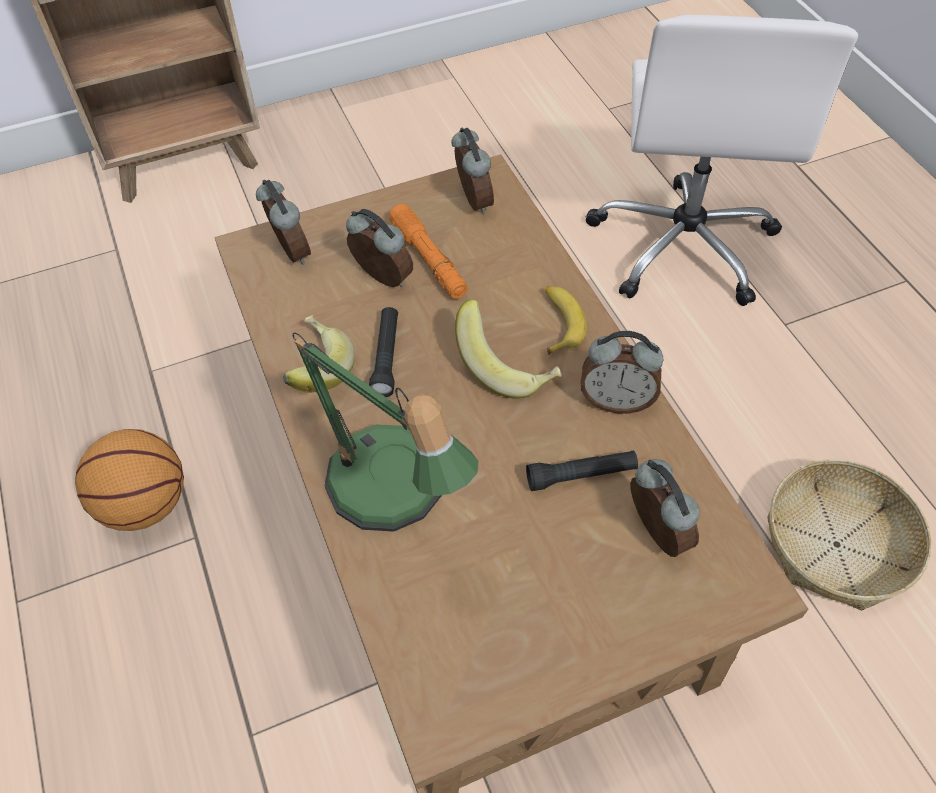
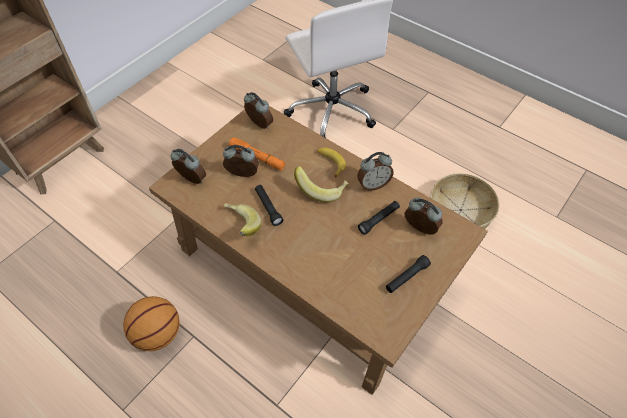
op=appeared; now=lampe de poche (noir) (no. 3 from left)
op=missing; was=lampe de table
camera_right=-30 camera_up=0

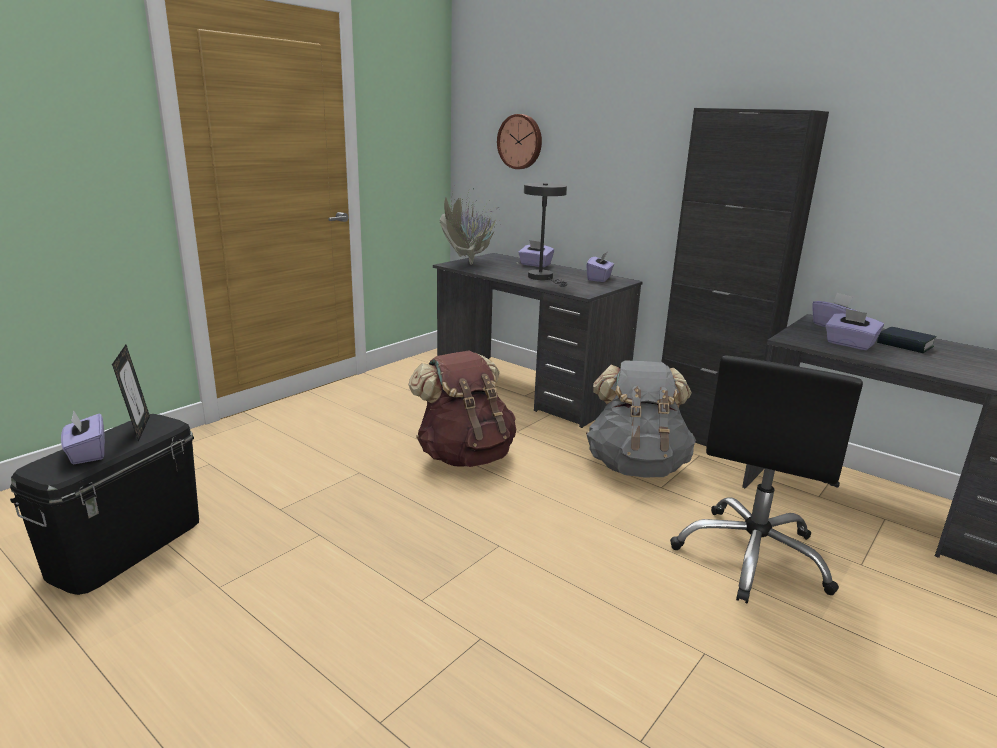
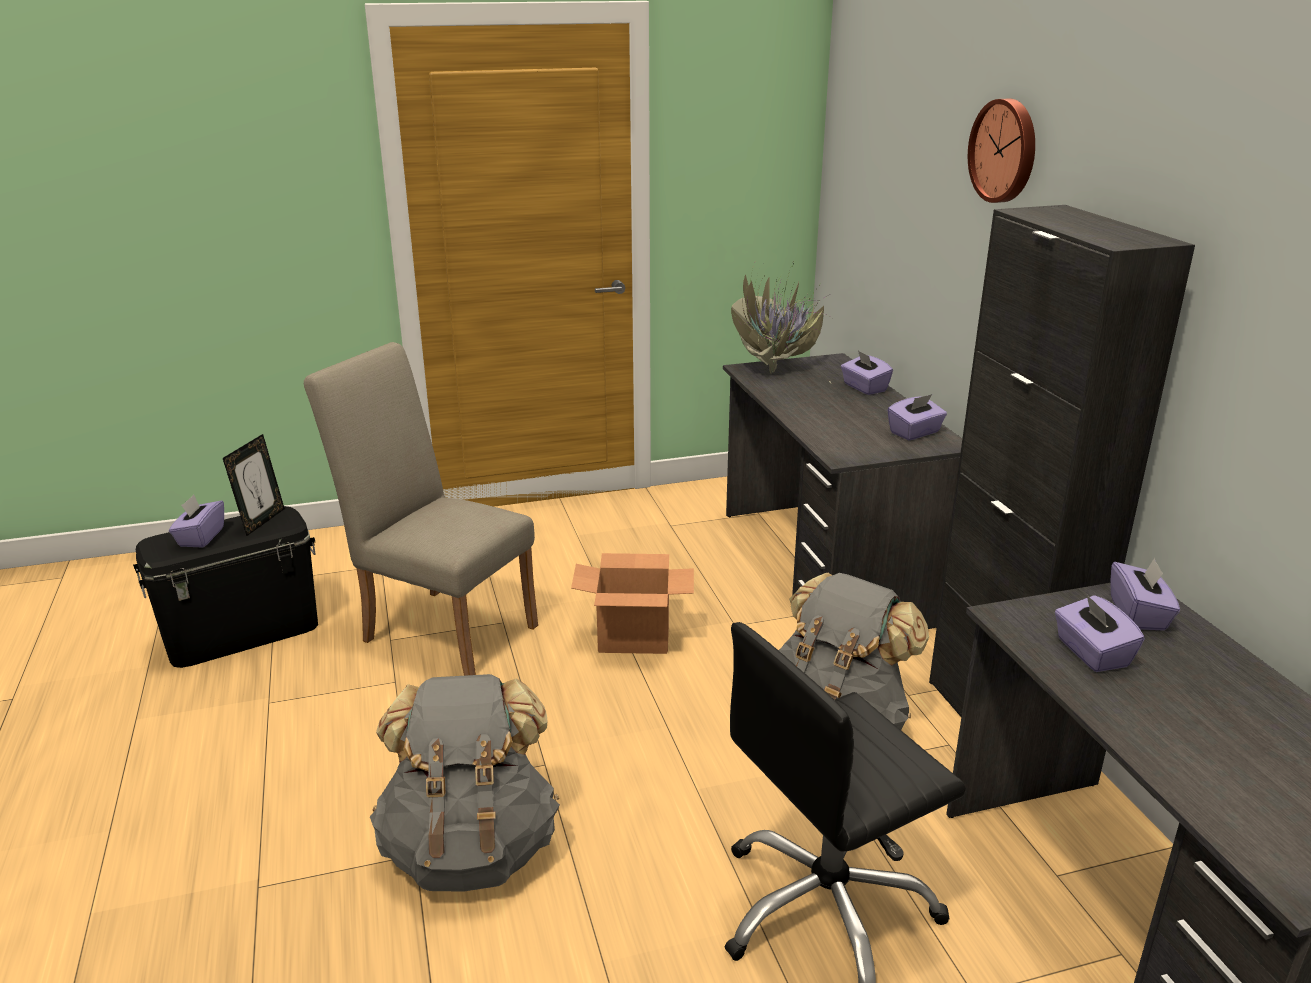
op=appeared; now=chaise (beige)
op=appeared; now=sac à dos (gris) (no. 1 from left)
op=exchanged; was=sac à dos (marron); now=carton
op=relocated; was=horloge murale
op=missing; was=lampe de table (gris)
op=missing; was=livre
camera_right=35 camera_up=5

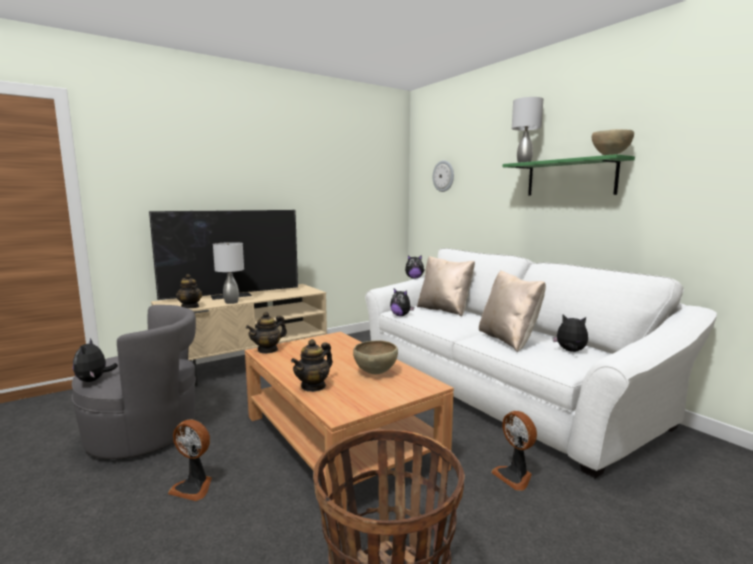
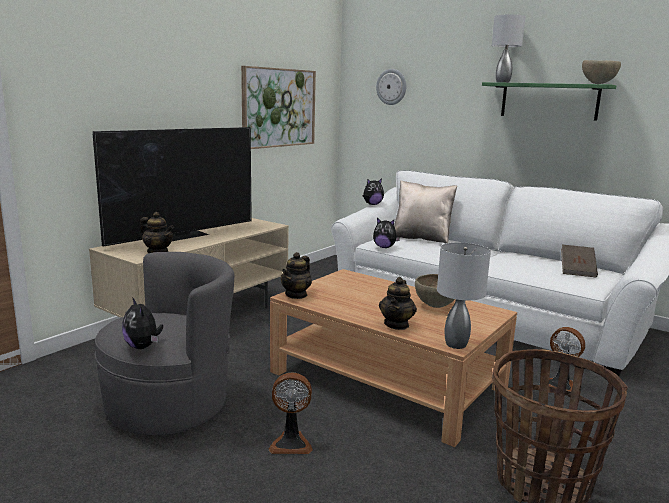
op=appeared; now=tableau
op=relocated; was=lampe de table (gris) (no. 1 from left)
op=exchanged; was=peluche (no. 4 from left); now=livre (marron)
op=missing; was=coussin (beige) (no. 2 from left)
camera_right=-20 camera_up=5

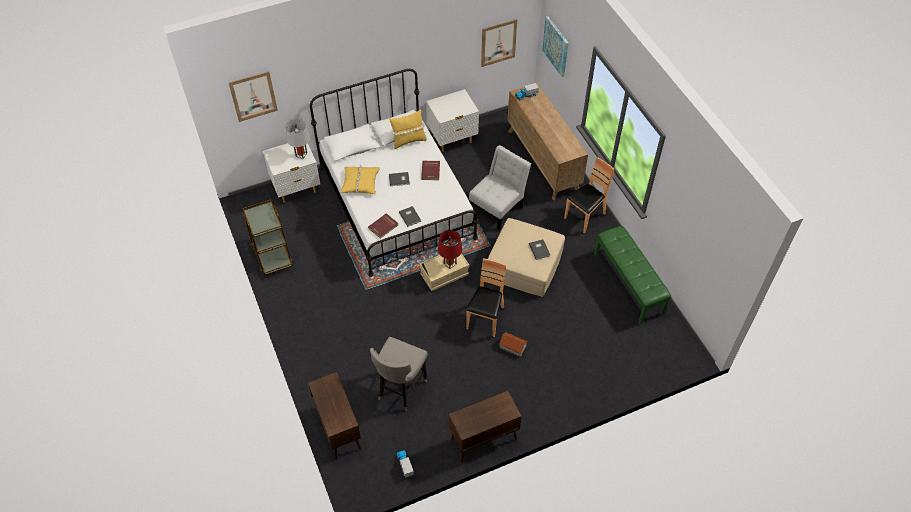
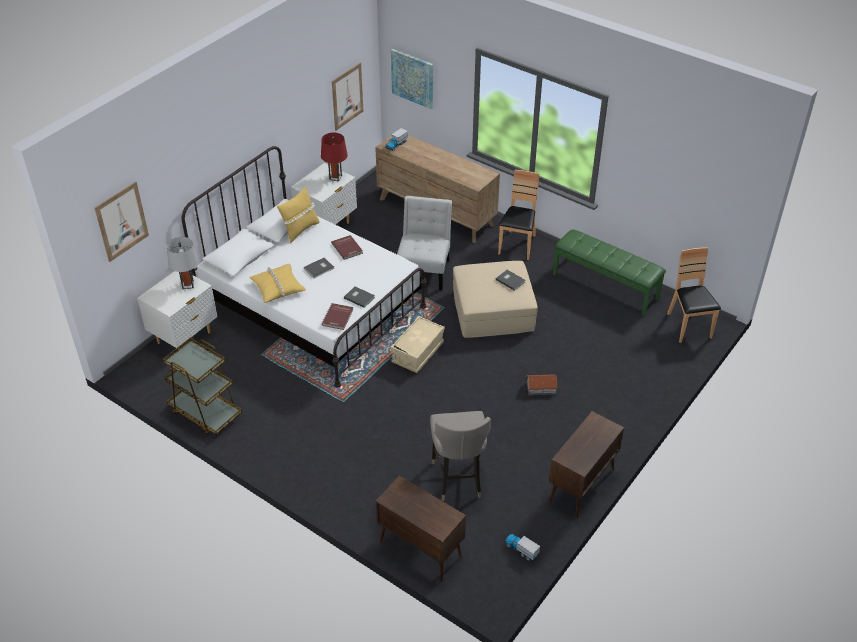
op=relocated; was=lampe de table (rouge)
op=relocated; was=chaise (marron) (no. 1 from left in the first image); now=chaise (marron) (no. 2 from left)
camera_right=-30 camera_up=-10

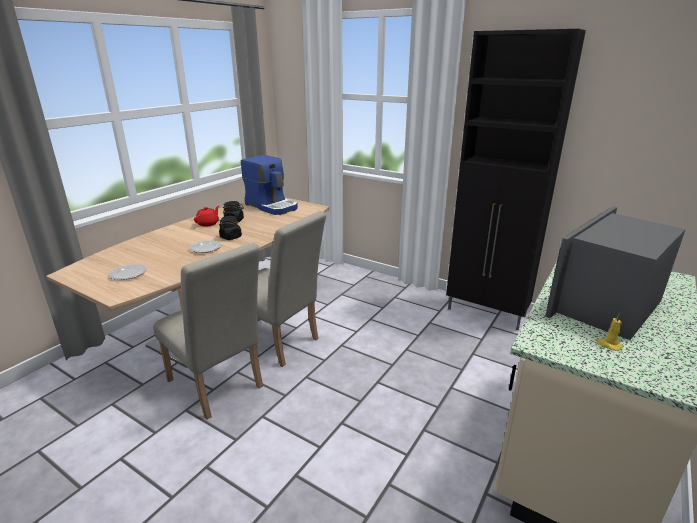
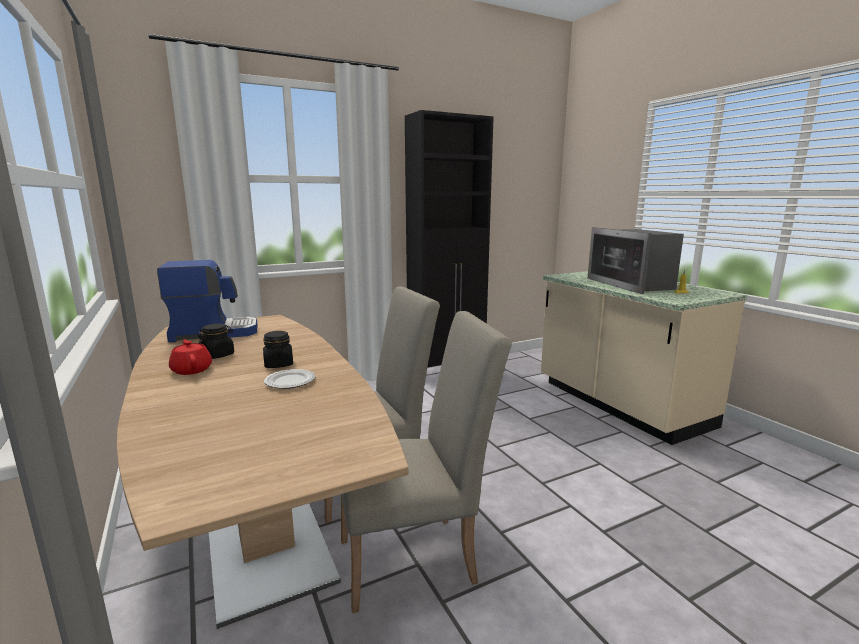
op=missing; was=assiette (no. 1 from left)
camera_right=-60 camera_up=-10

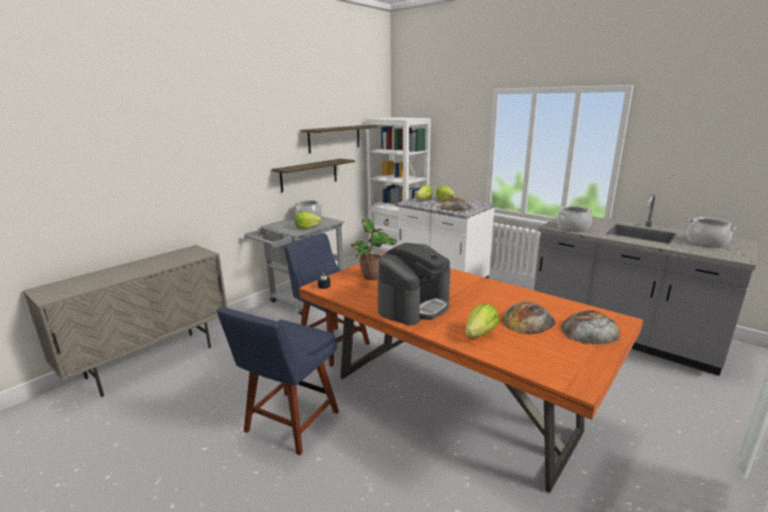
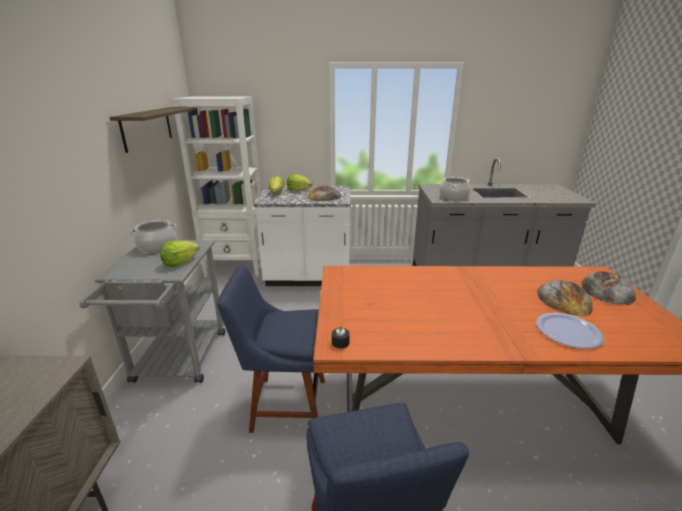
op=exchanged; was=laitue (no. 4 from left); now=assiette
op=missing; was=étagère (no. 1 from left)
op=missing; was=plante en pot
op=missing; was=machine à café
op=missing; was=marmite (no. 3 from left)
camera_right=-40 camera_up=5

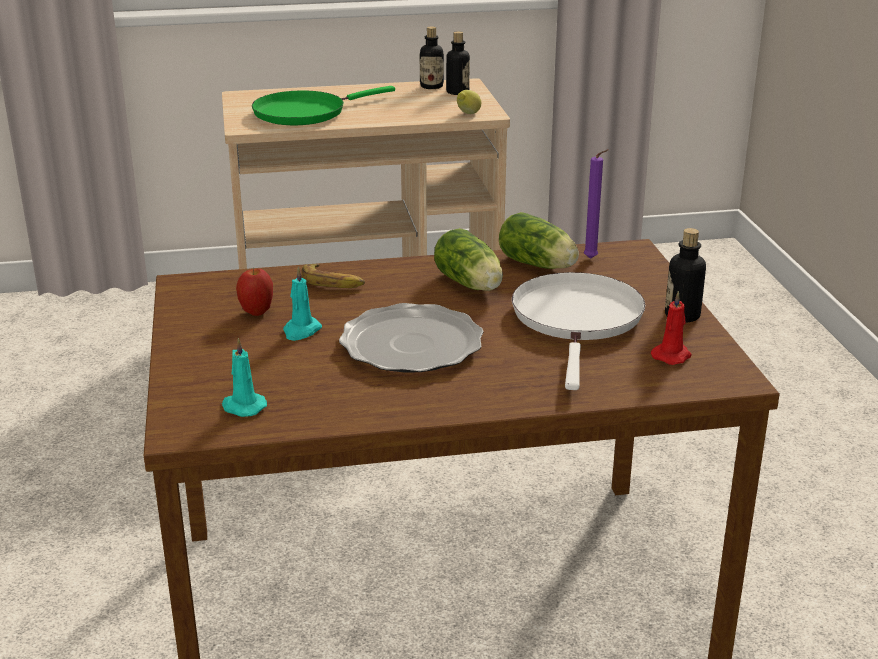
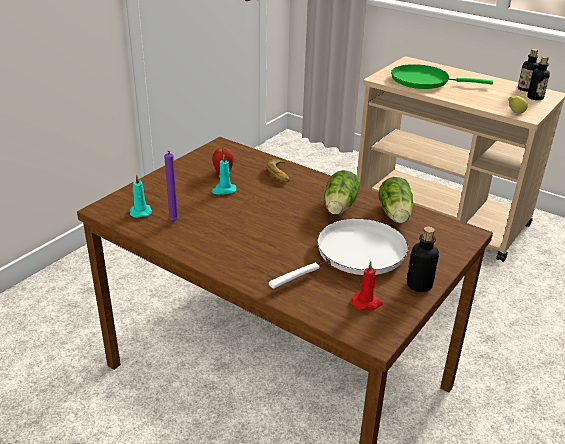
op=relocated; was=bougie (violet)
op=missing; was=assiette
camera_right=45 camera_up=5

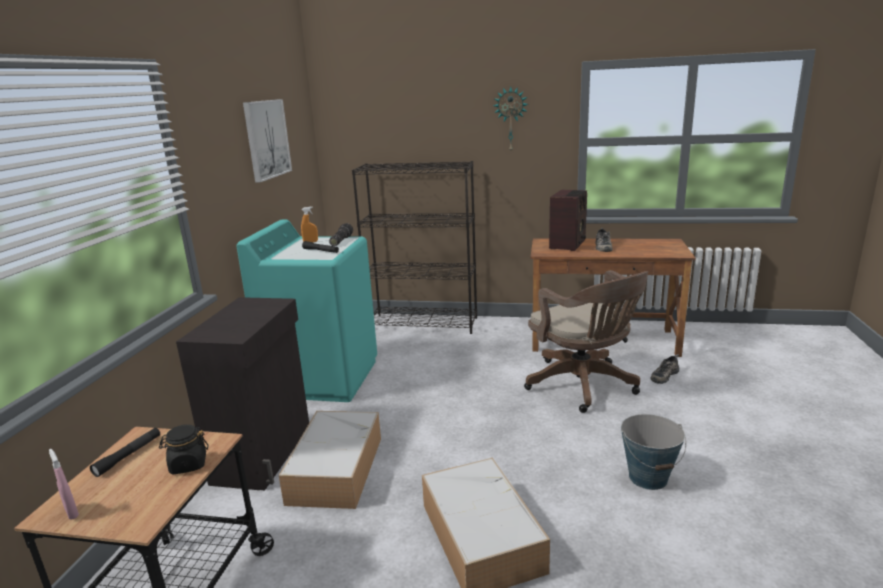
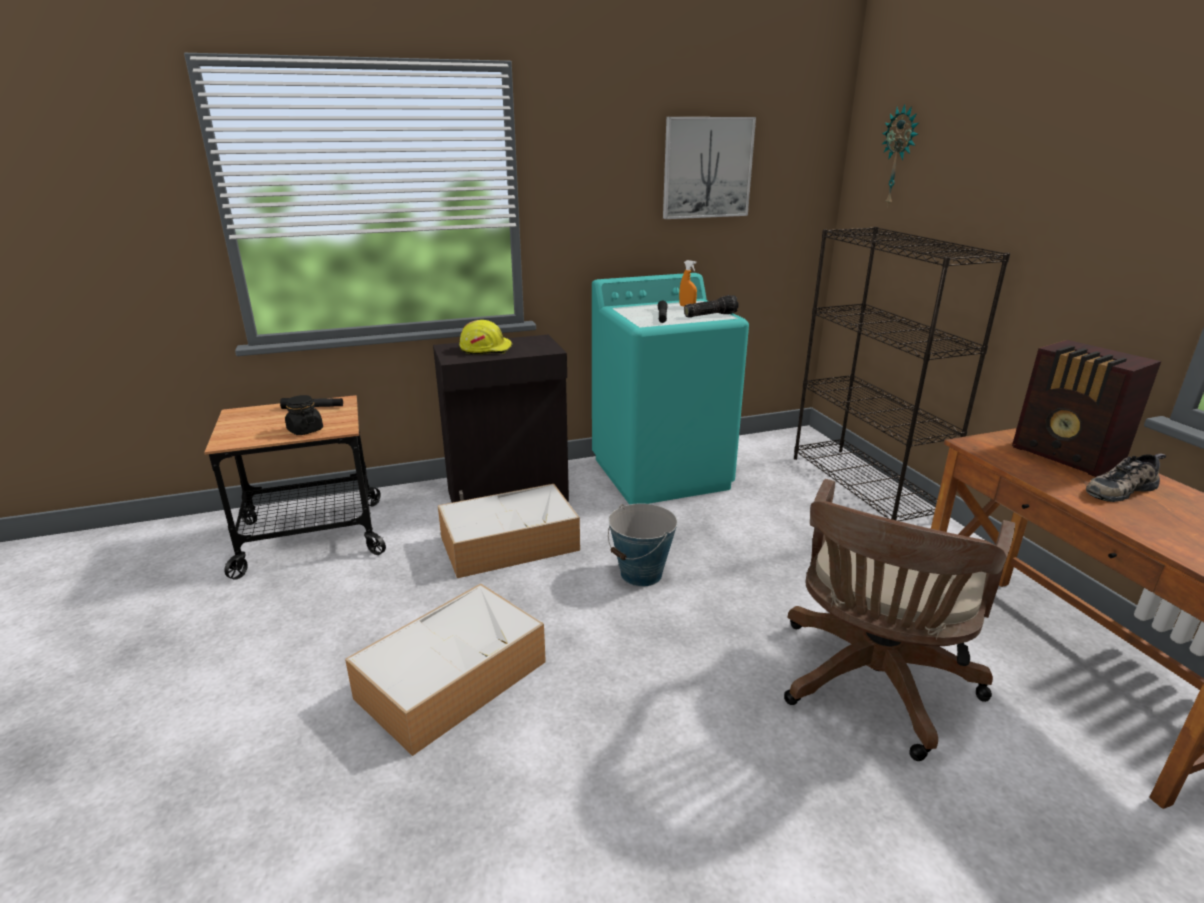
op=appeared; now=casque de chantier (jaune)
op=relocated; was=seau
op=relocated; was=horloge murale
op=spun; was=radio; clockwise=60
op=missing; was=vaporisateur (rose)
op=missing; was=chaussure (no. 2 from left)
camera_right=60 camera_up=5

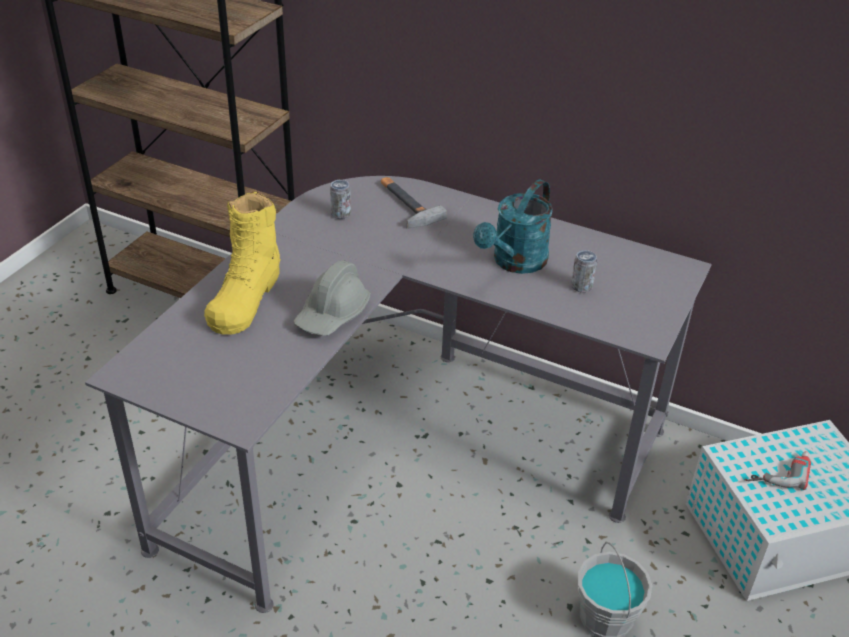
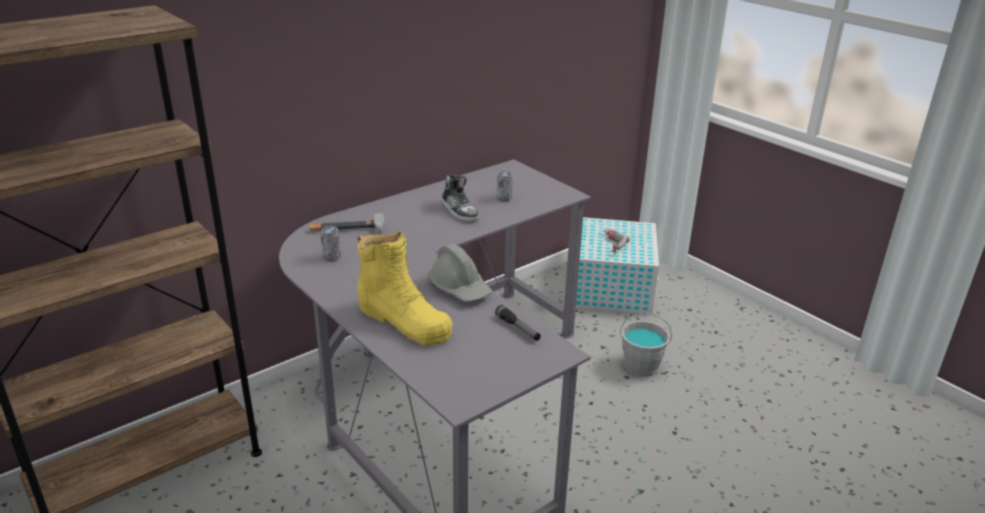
op=exchanged; was=arrosoir (turquoise); now=chaussure
op=appeared; now=lampe de poche
camera_right=-65 camera_up=-10

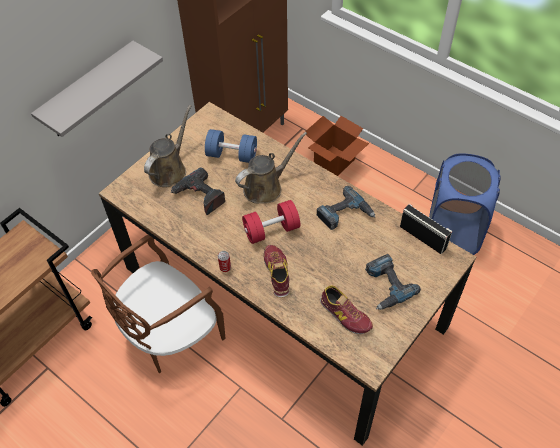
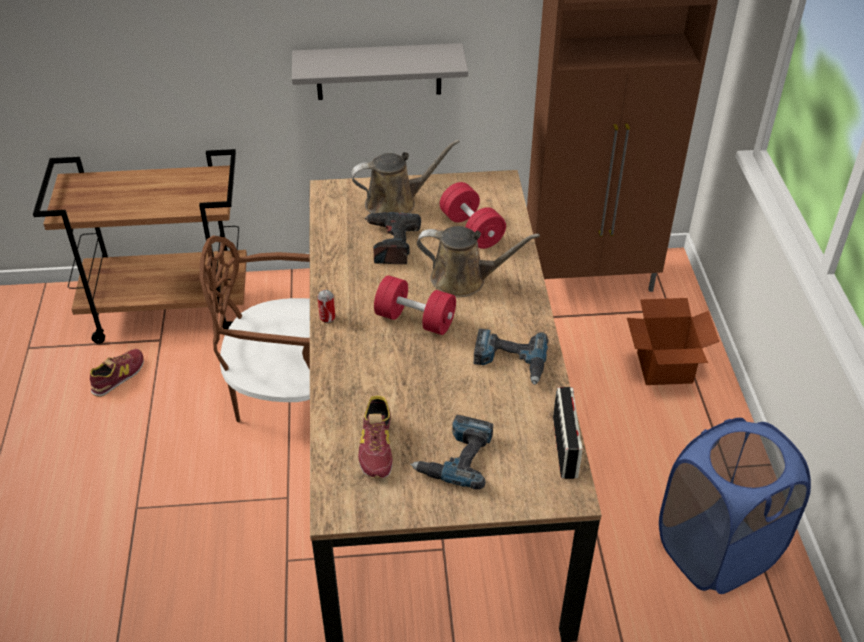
op=relocated; was=chaussure (no. 1 from left)
op=colour; was=haltère (bleu); now=haltère (rouge) (no. 2 from left)
camera_right=45 camera_up=-10

